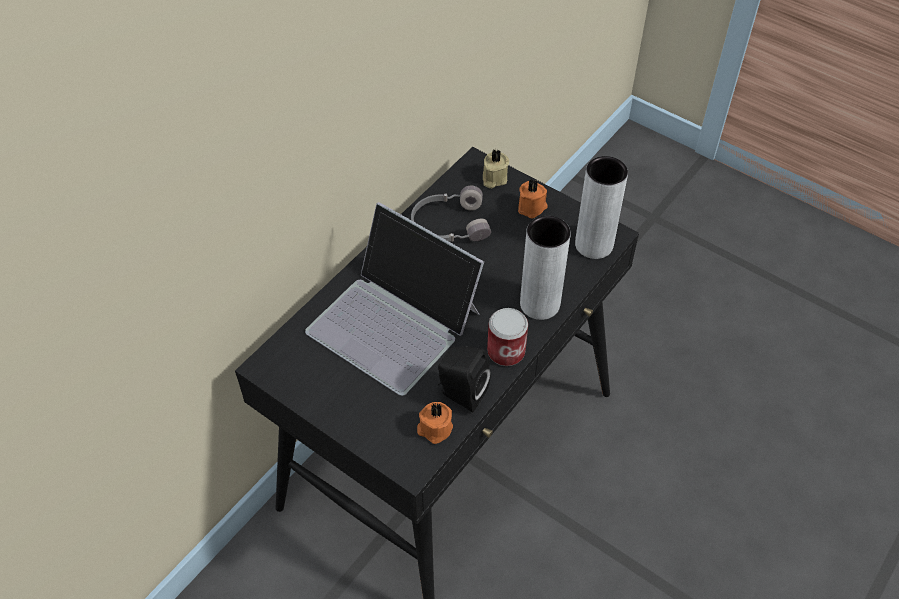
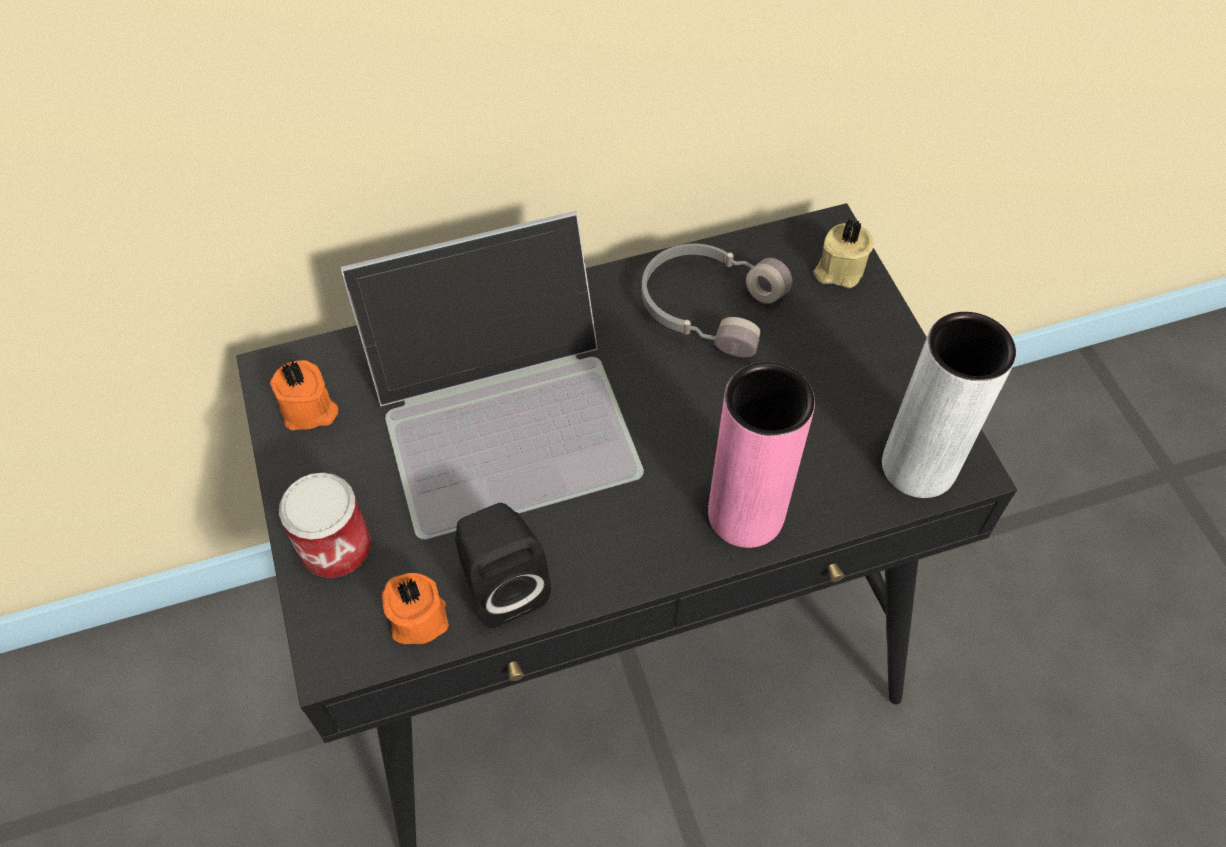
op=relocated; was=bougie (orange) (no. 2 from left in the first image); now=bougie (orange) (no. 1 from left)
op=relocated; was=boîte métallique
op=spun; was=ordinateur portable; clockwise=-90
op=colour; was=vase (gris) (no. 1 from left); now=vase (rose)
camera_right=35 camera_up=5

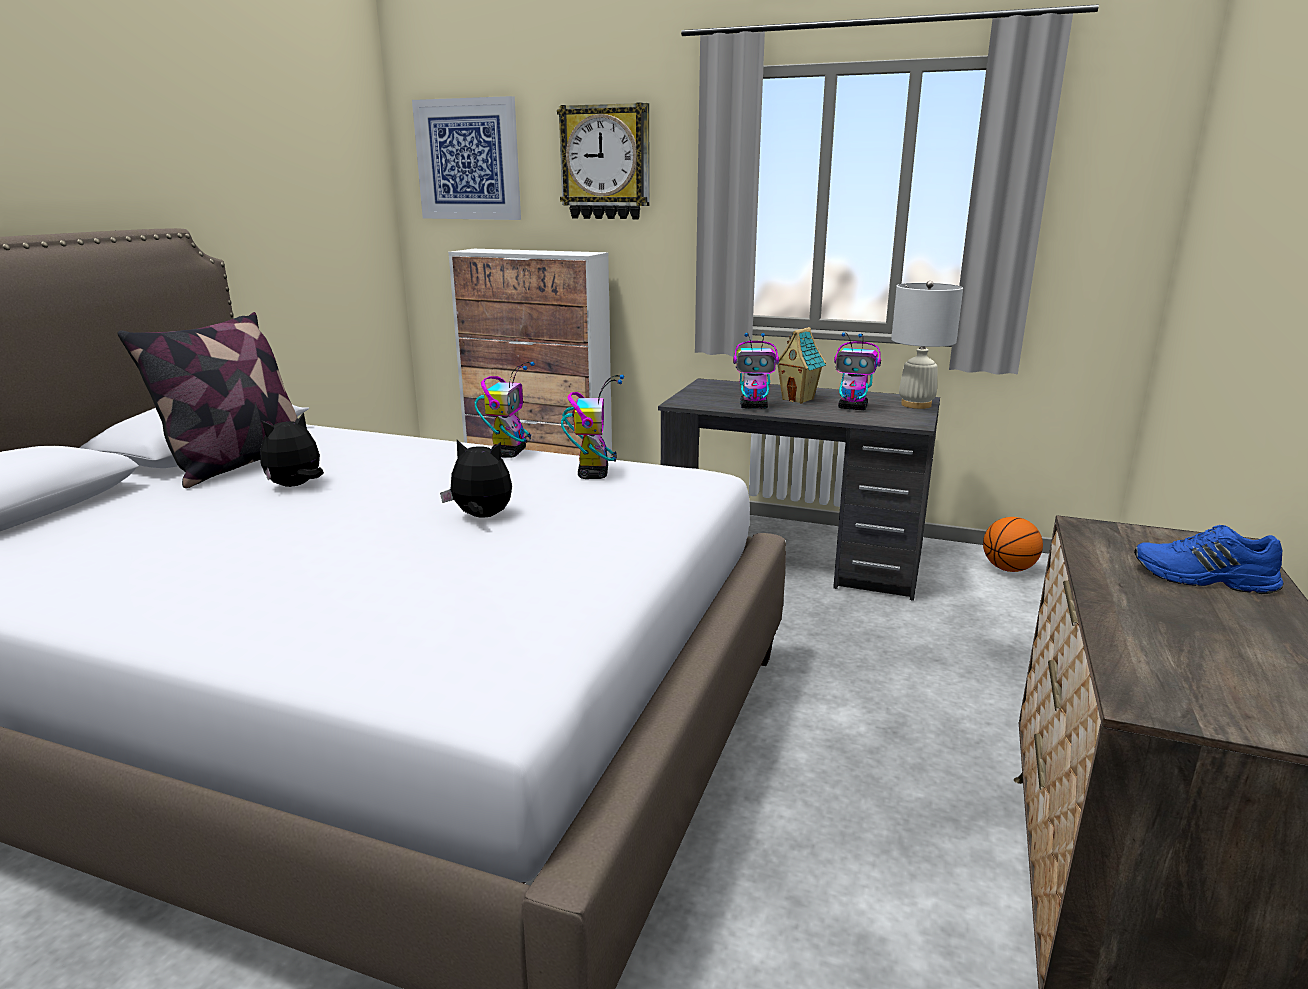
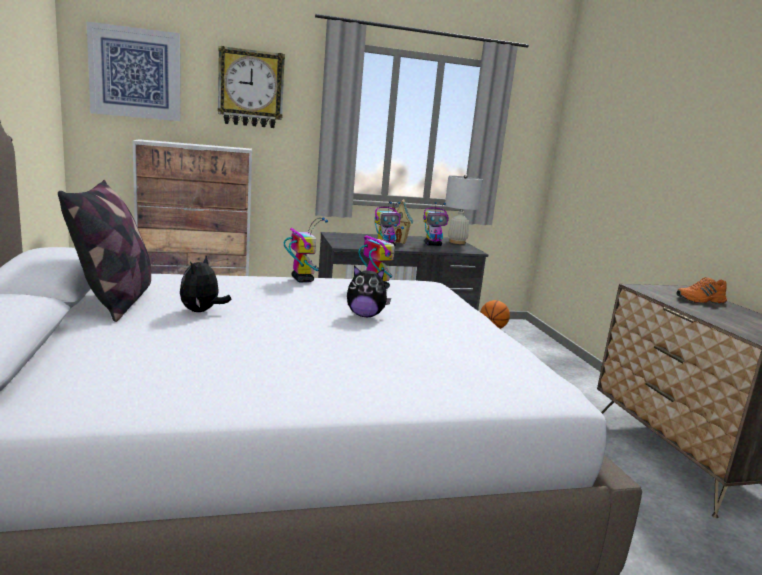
op=spun; was=peluche (no. 2 from left); clockwise=-150
op=colour; was=chaussure (bleu); now=chaussure (orange)
camera_right=-35 camera_up=-5

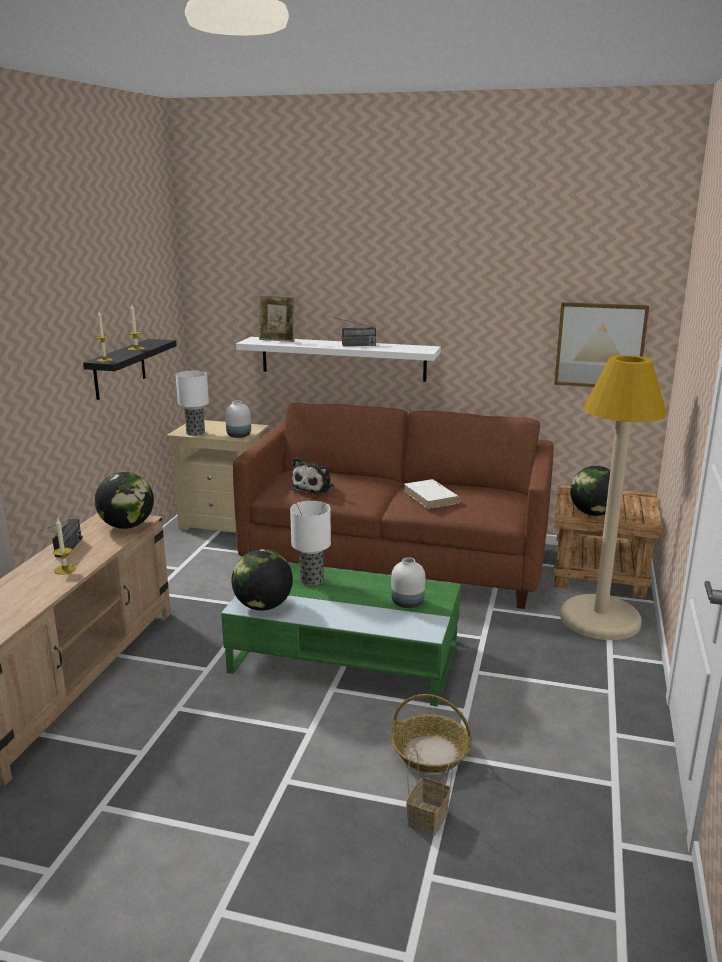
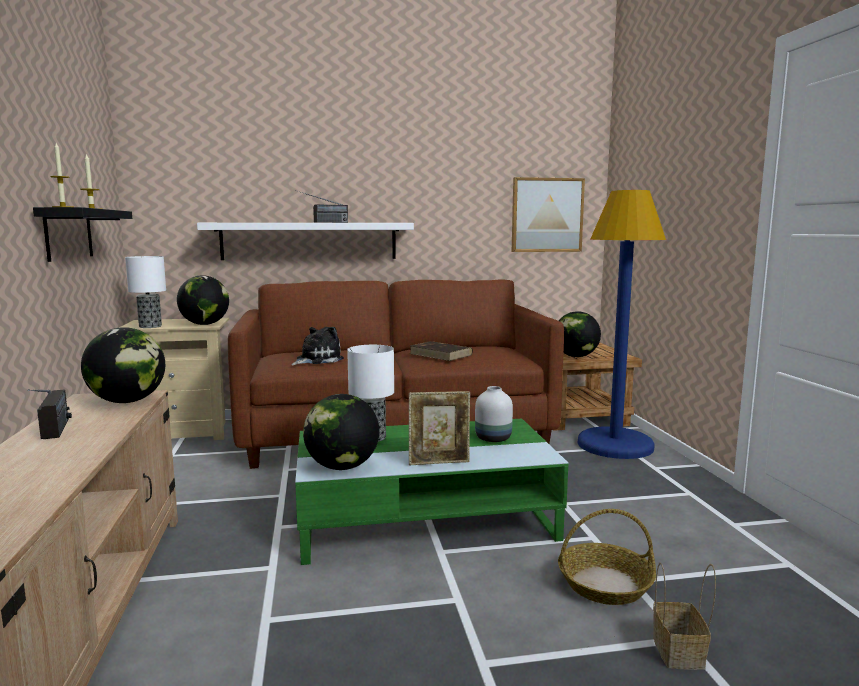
op=exchanged; was=vase (blanc) (no. 1 from left); now=globe (no. 2 from left)
op=spun; was=peluche; clockwise=-135
op=relocated; was=cadre photo
op=colour; was=livre (blanc); now=livre (marron)
op=colour; was=lampadaire (beige); now=lampadaire (bleu)
op=missing; was=bougie (no. 1 from left)
camera_right=-25 camera_up=-10

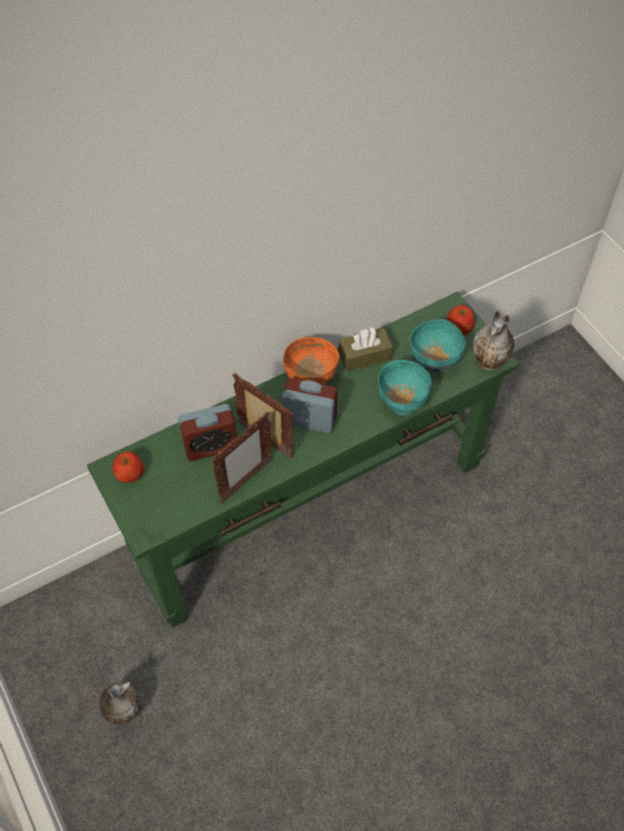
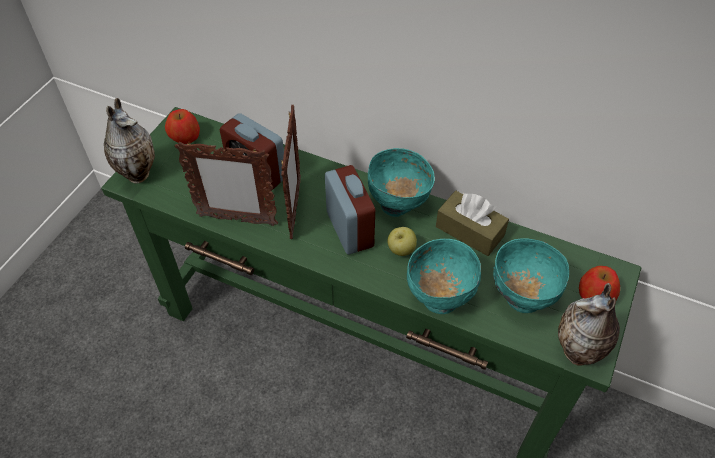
op=relocated; was=vase (no. 1 from left)
op=colour; was=bol (orange); now=bol (turquoise) (no. 1 from left)
op=appeared; now=pomme (no. 2 from left)
camera_right=55 camera_up=-5

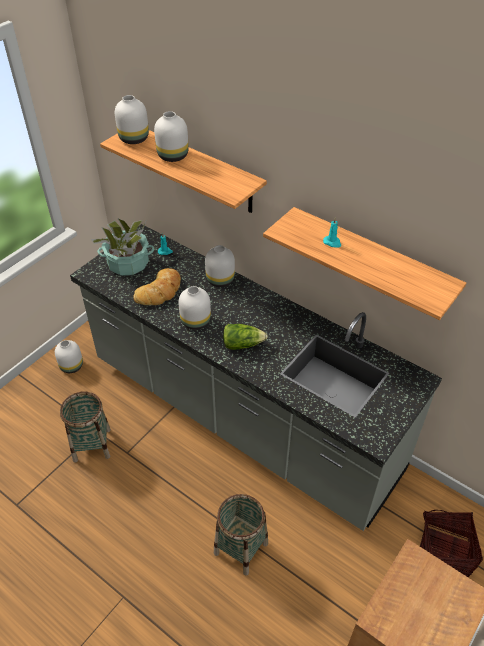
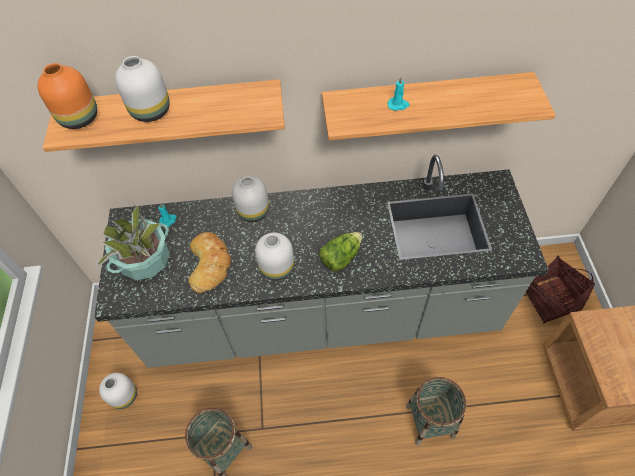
op=colour; was=vase (blanc) (no. 2 from left); now=vase (orange)
camera_right=-40 camera_up=10

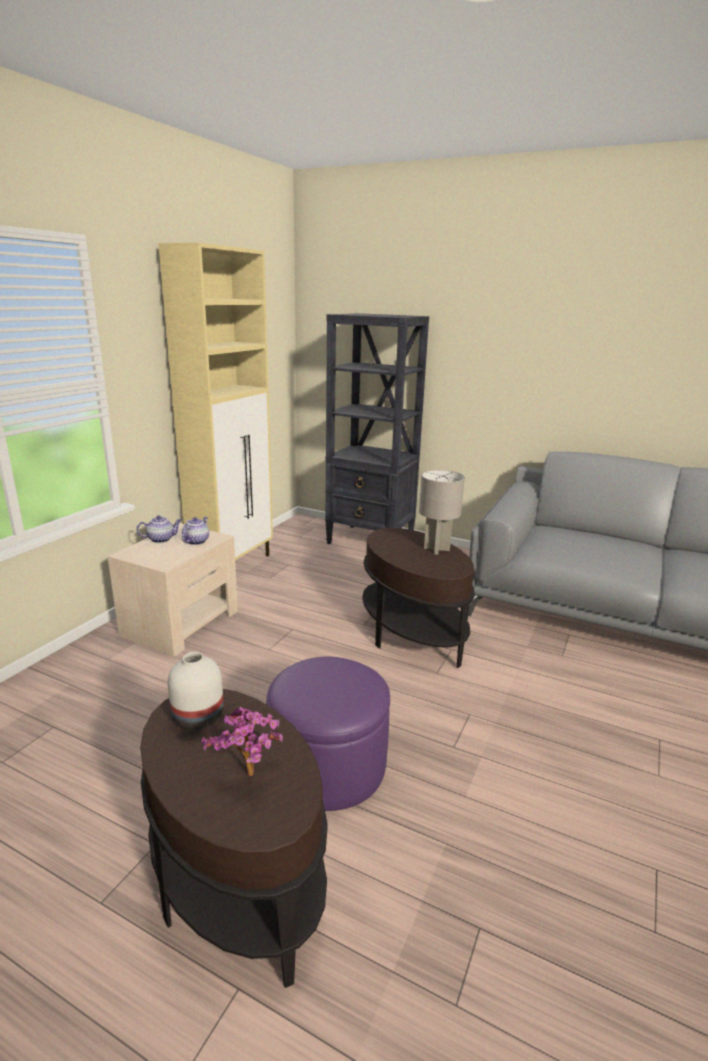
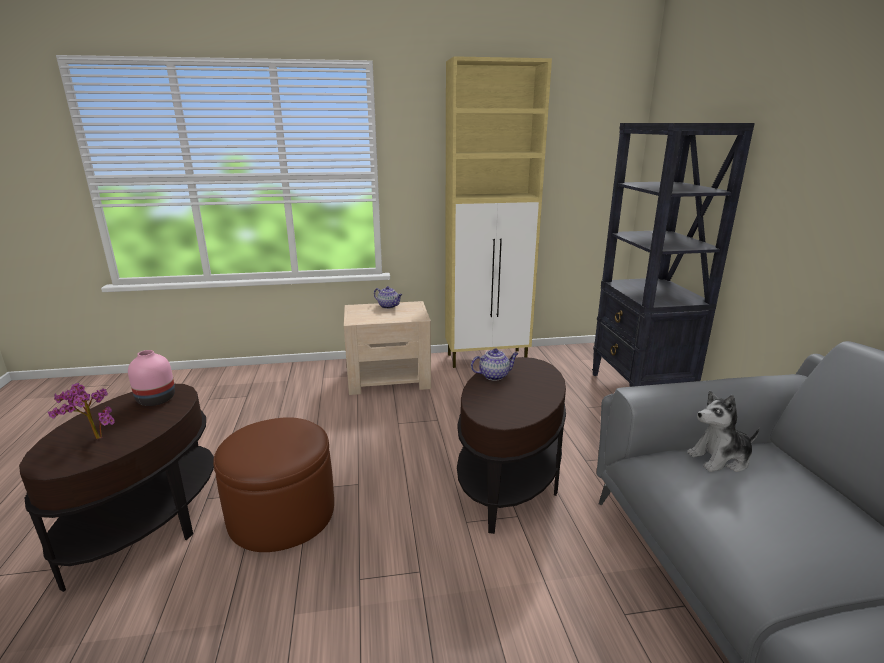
op=colour; was=vase (blanc); now=vase (rose)
op=colour; was=pouf (violet); now=pouf (marron)
op=relocated; was=théière (no. 2 from left)
op=appeared; now=peluche
op=missing; was=lampe de table (gris)
camera_right=55 camera_up=0

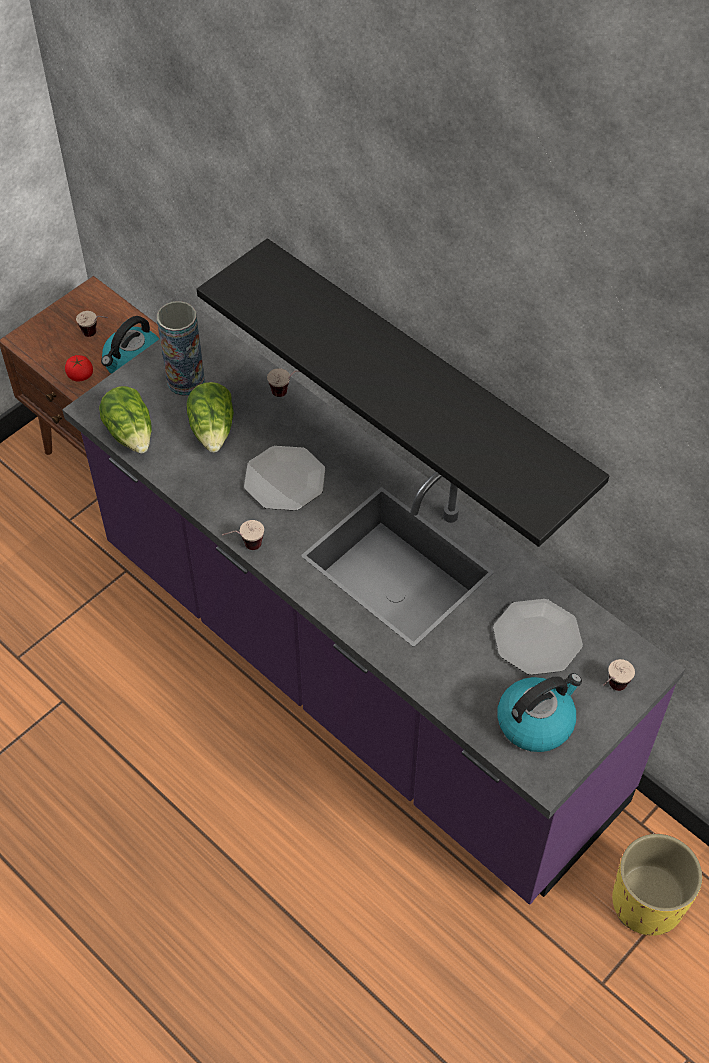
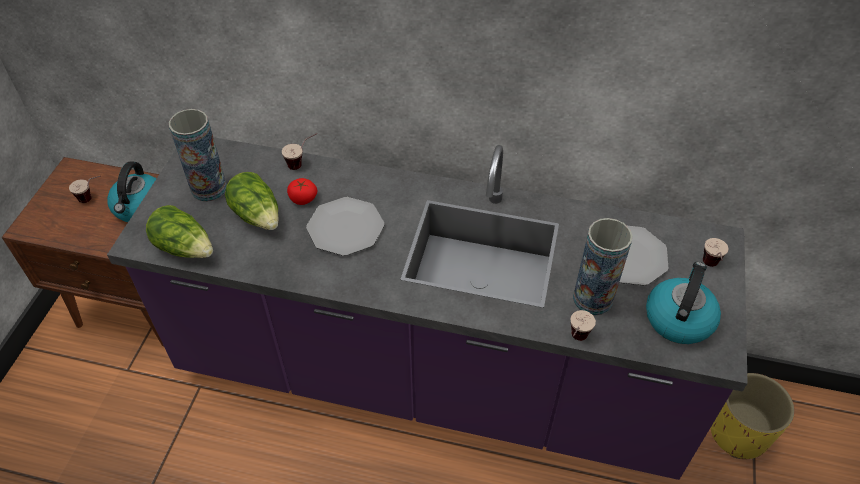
op=relocated; was=tomate
op=relocated; was=tasse (no. 2 from left in the first image); now=tasse (no. 3 from left)
op=appeared; now=vase (no. 2 from left)
op=missing; was=étagère (noir)
camera_right=-30 camera_up=-5

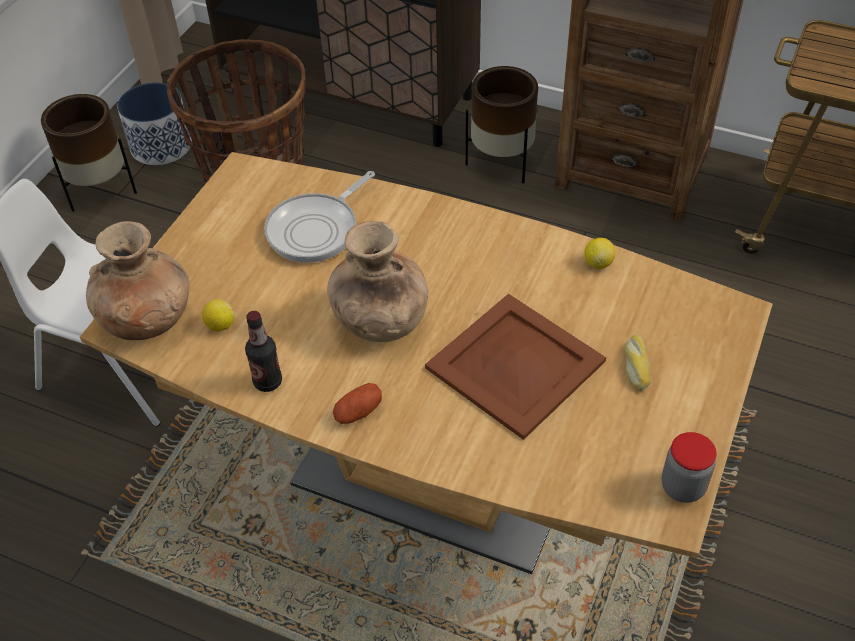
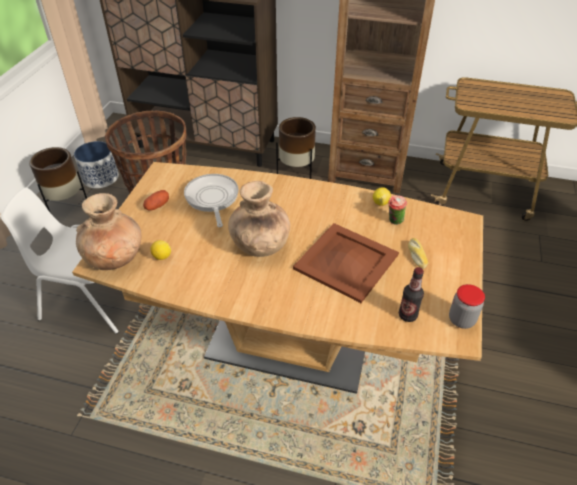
op=relocated; was=pomme de terre
op=spun; was=poêle; clockwise=135
op=appeared; now=tasse
op=relocated; was=bouteille
camera_right=-10 camera_up=-5

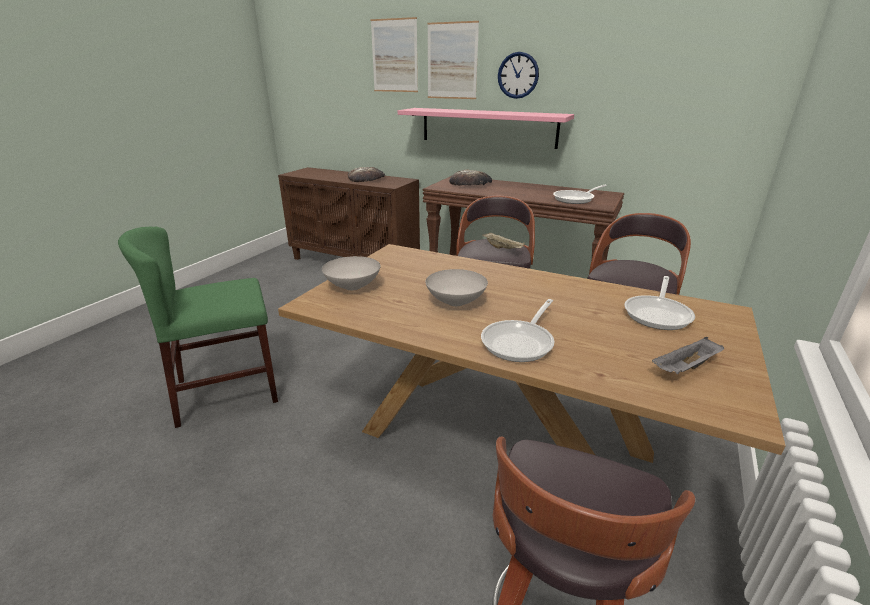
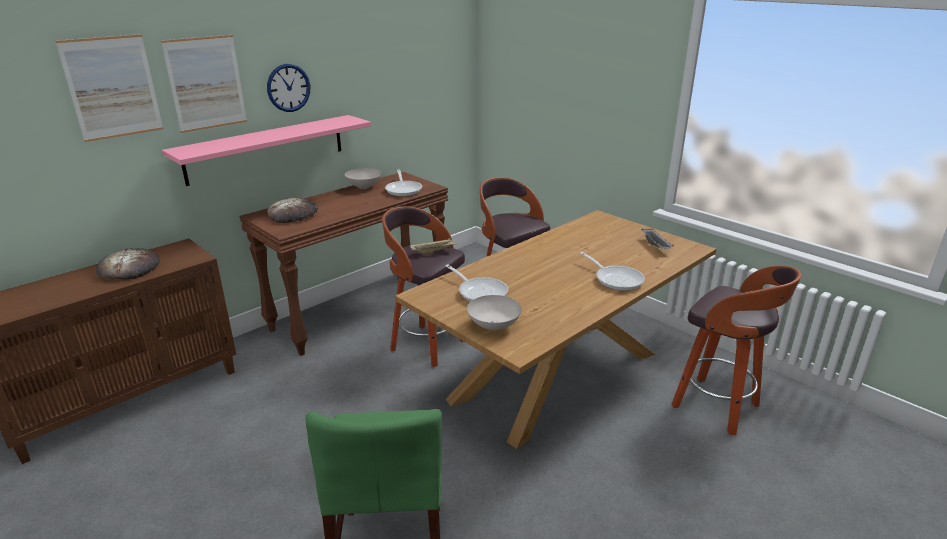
op=relocated; was=bol (blanc) (no. 2 from left in the first image); now=bol (blanc) (no. 1 from left)
op=relocated; was=poêle (no. 3 from left in the first image); now=poêle (no. 2 from left)
camera_right=-70 camera_up=0

